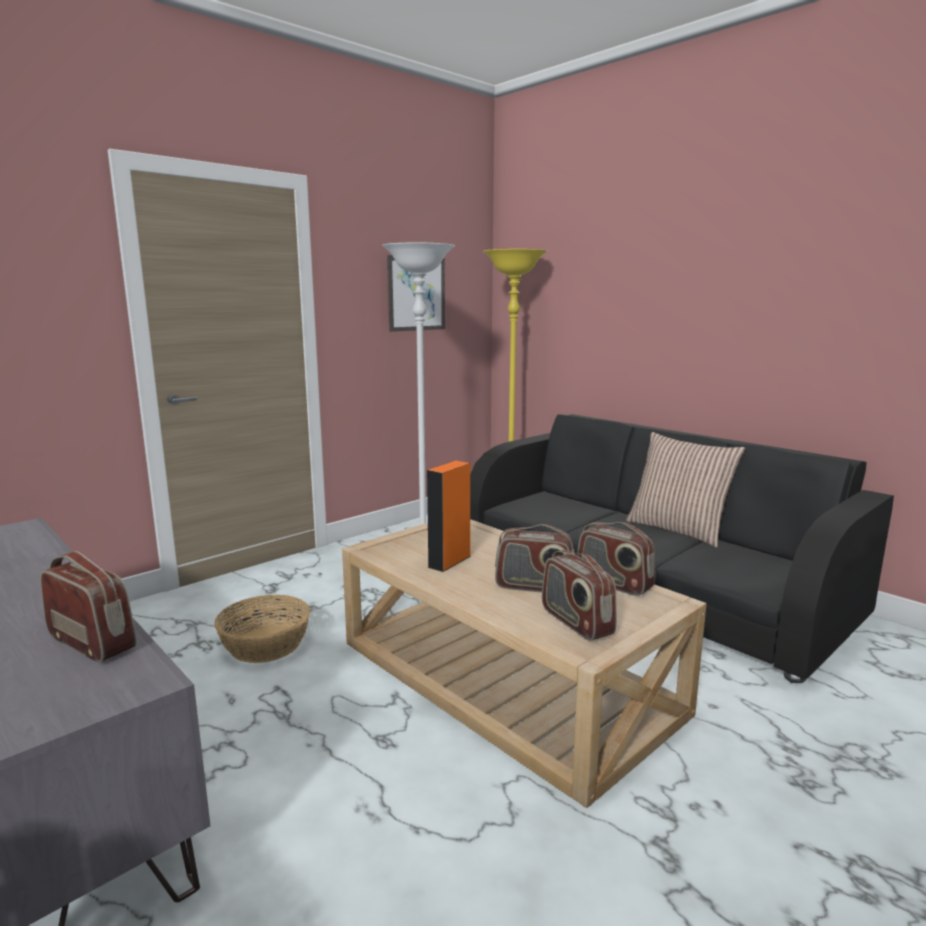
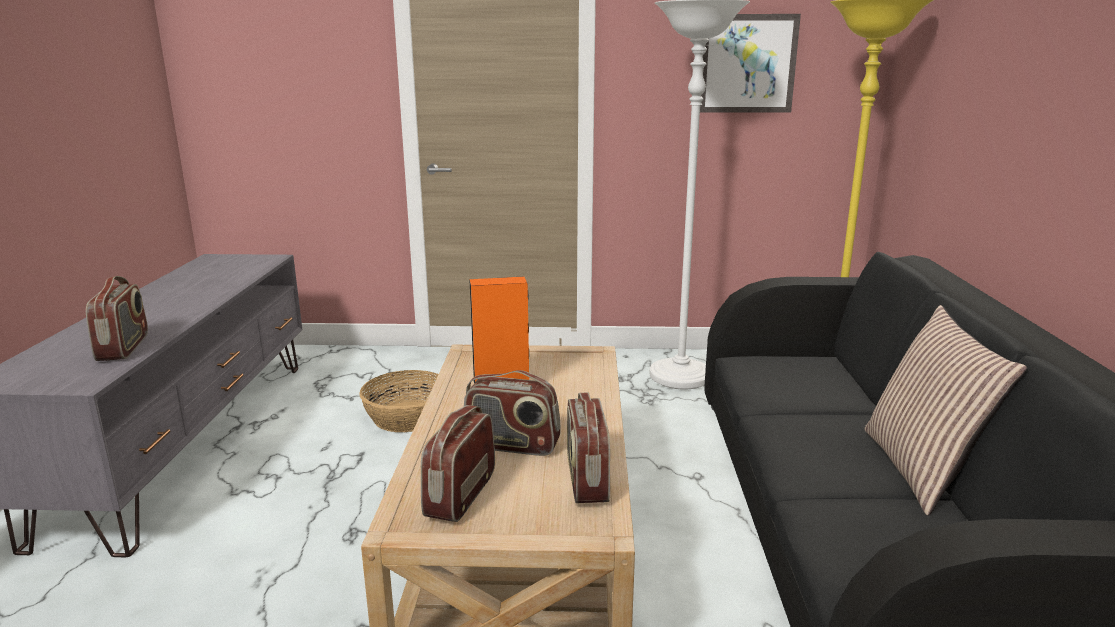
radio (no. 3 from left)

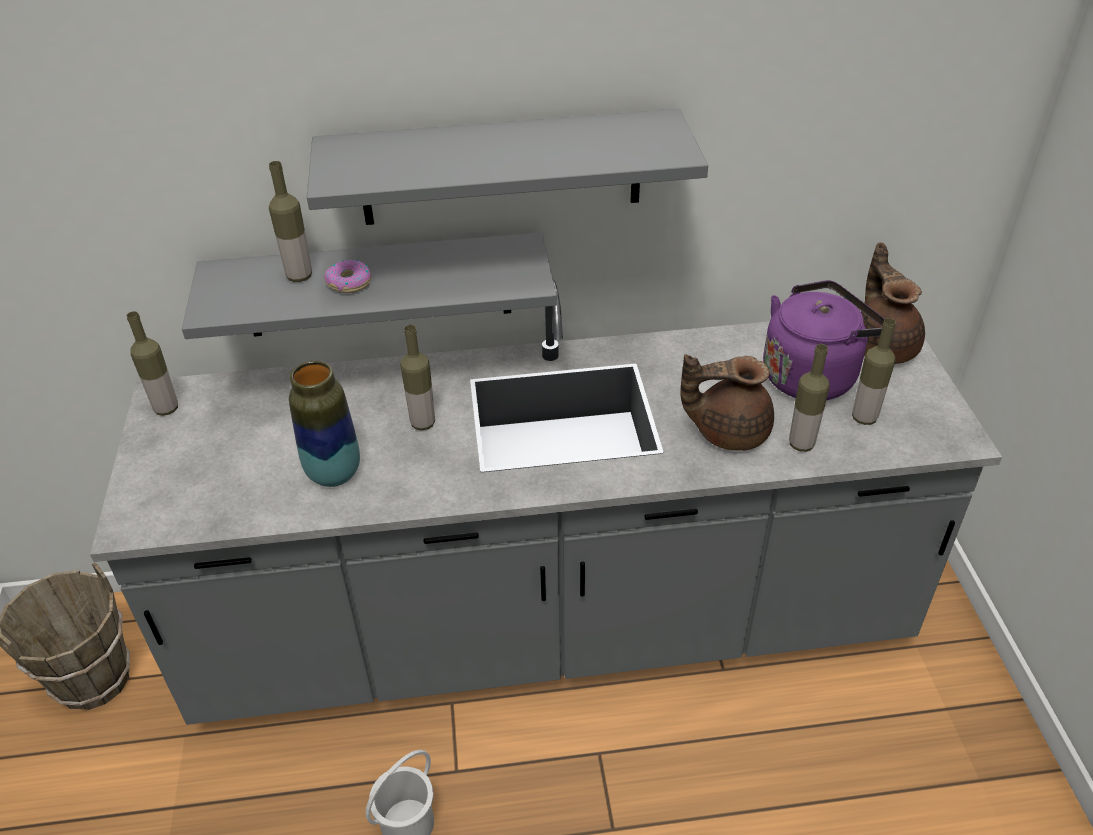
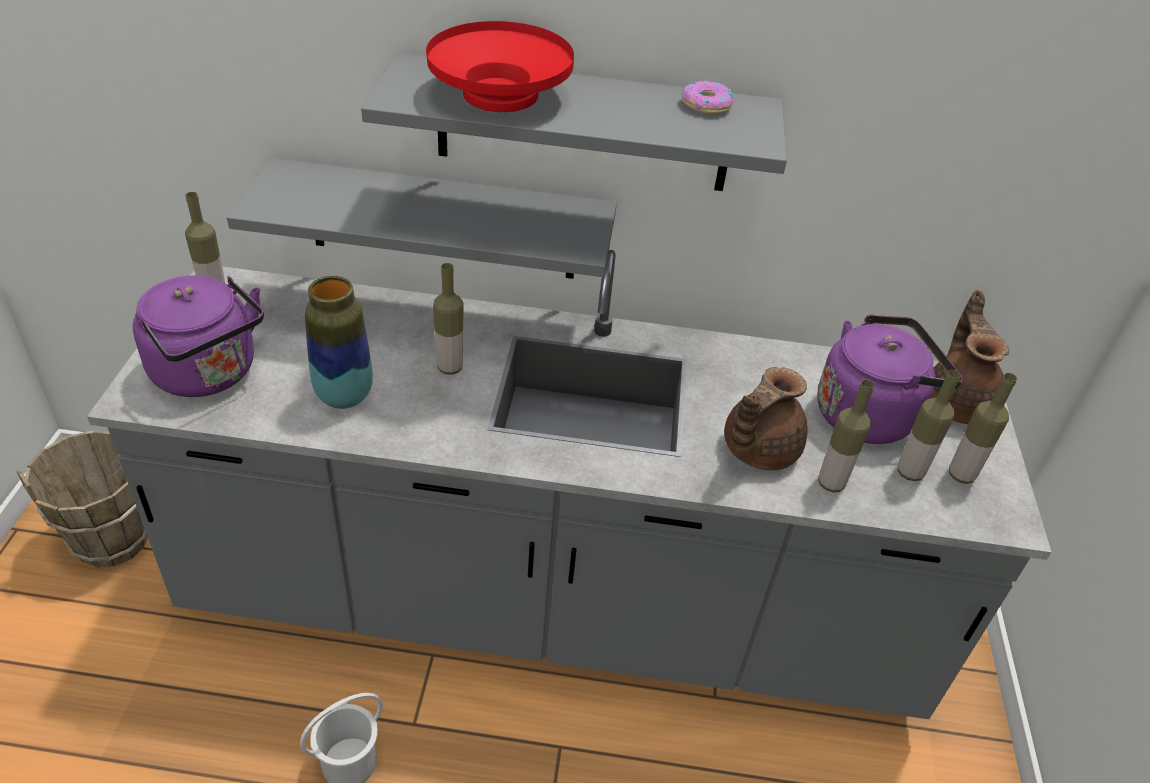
bottle (no. 5 from left)
donut
brown teapot (no. 1 from left)
red bowl
purple kettle (no. 1 from left)

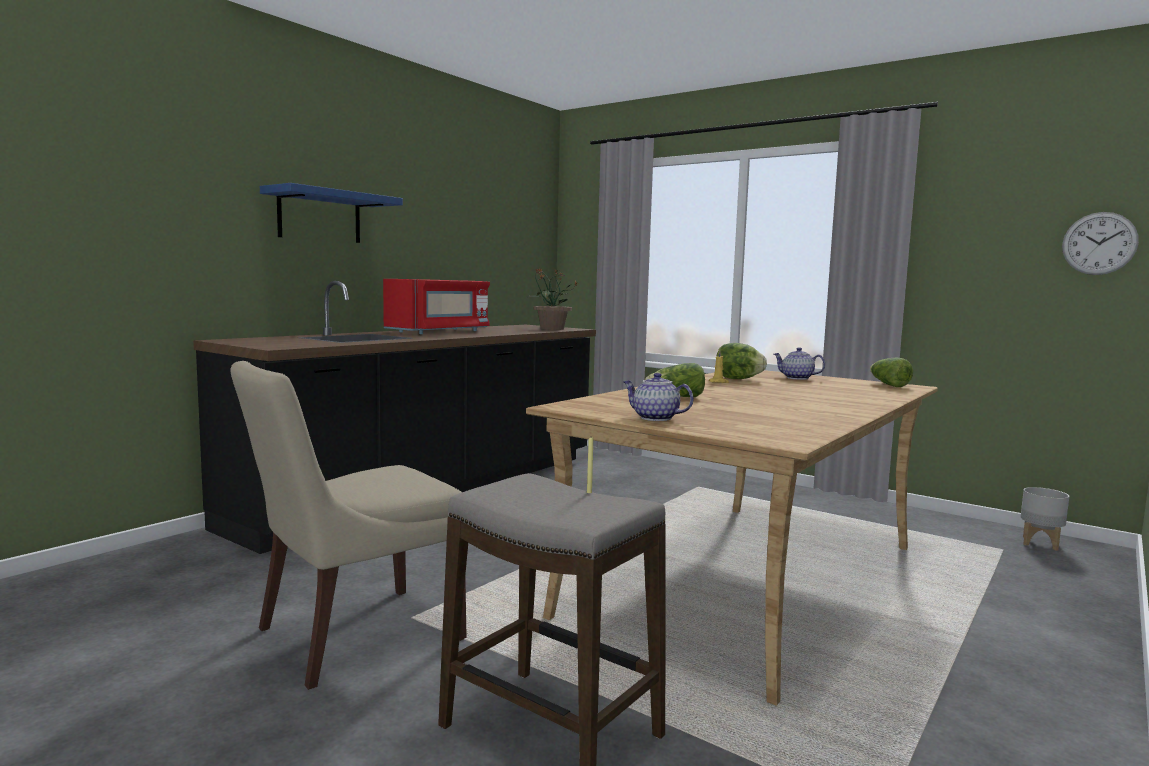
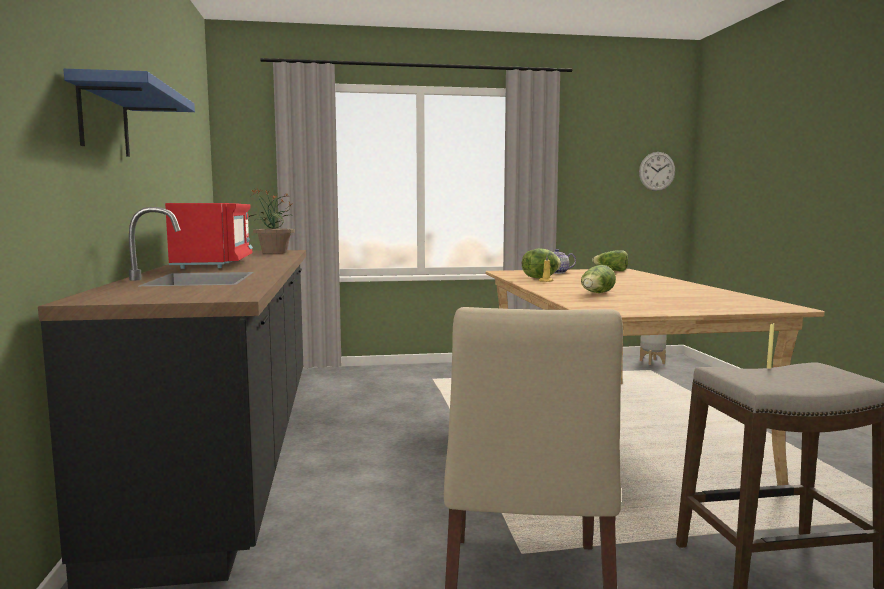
teapot (no. 1 from left in the first image)

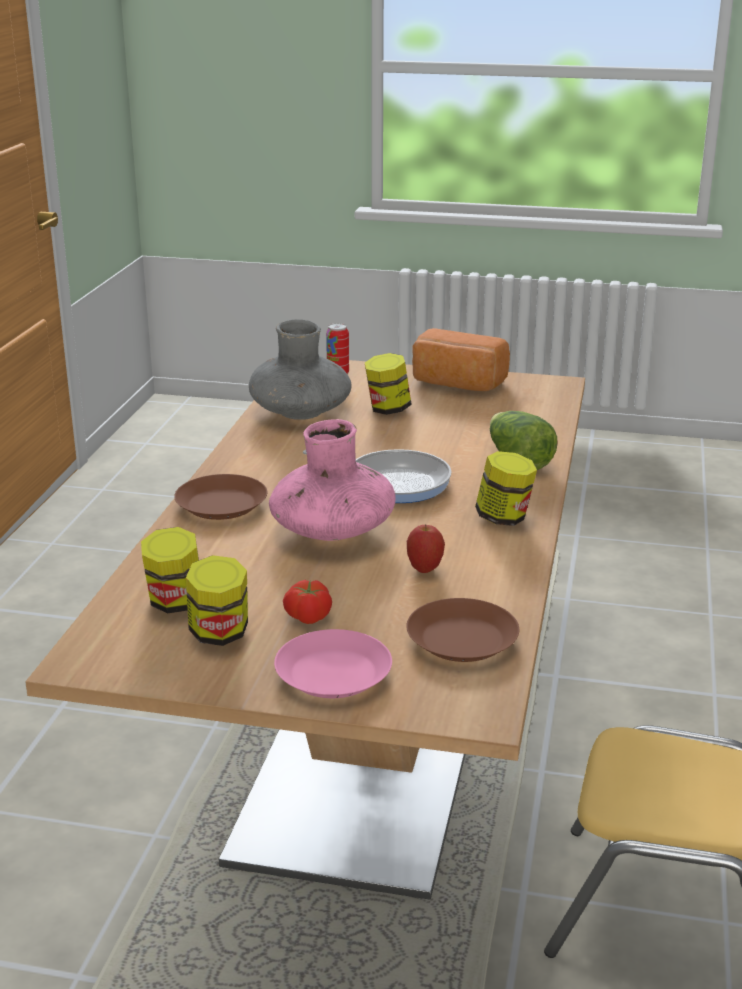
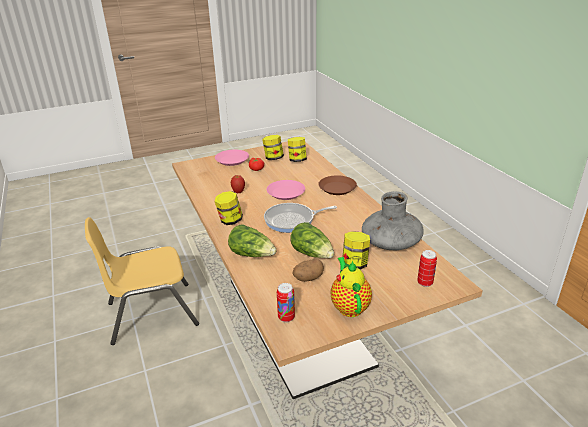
teapot
pink plate (no. 2 from left)
brown plate (no. 2 from left in the first image)
lettuce (no. 2 from left)
potato
can (no. 1 from left)

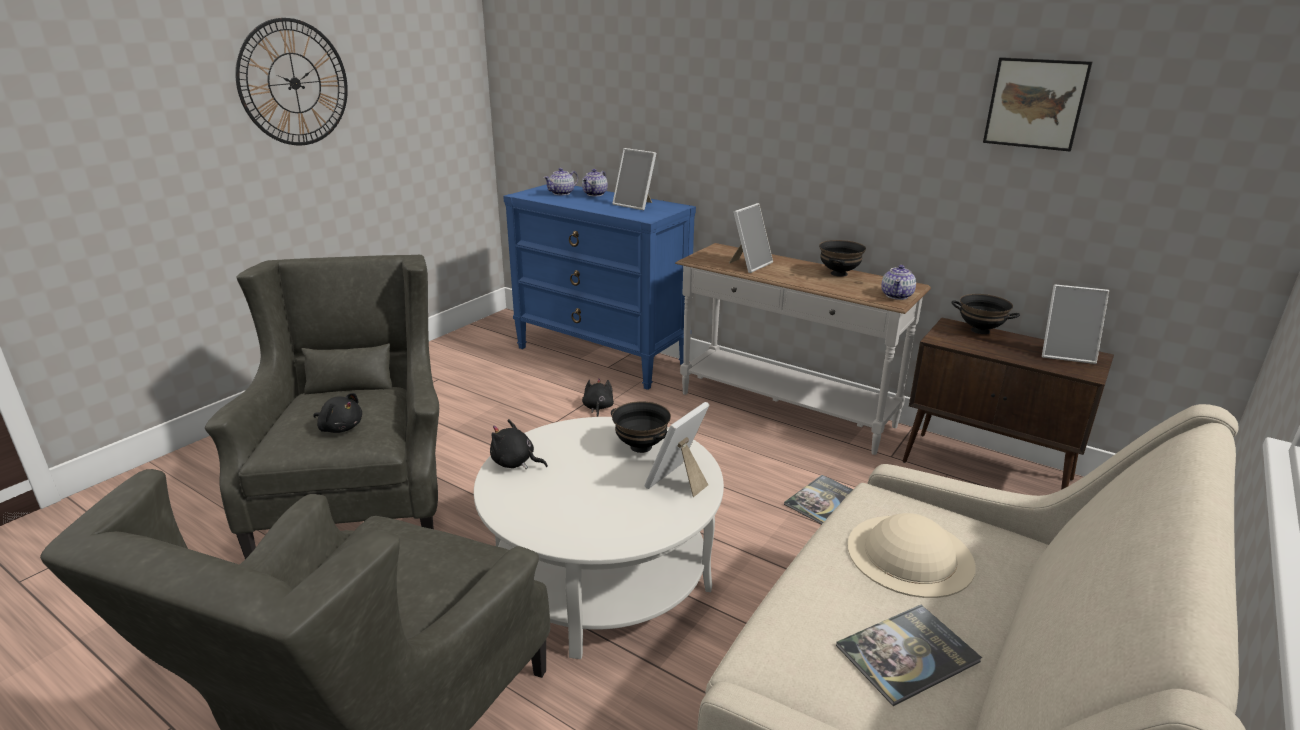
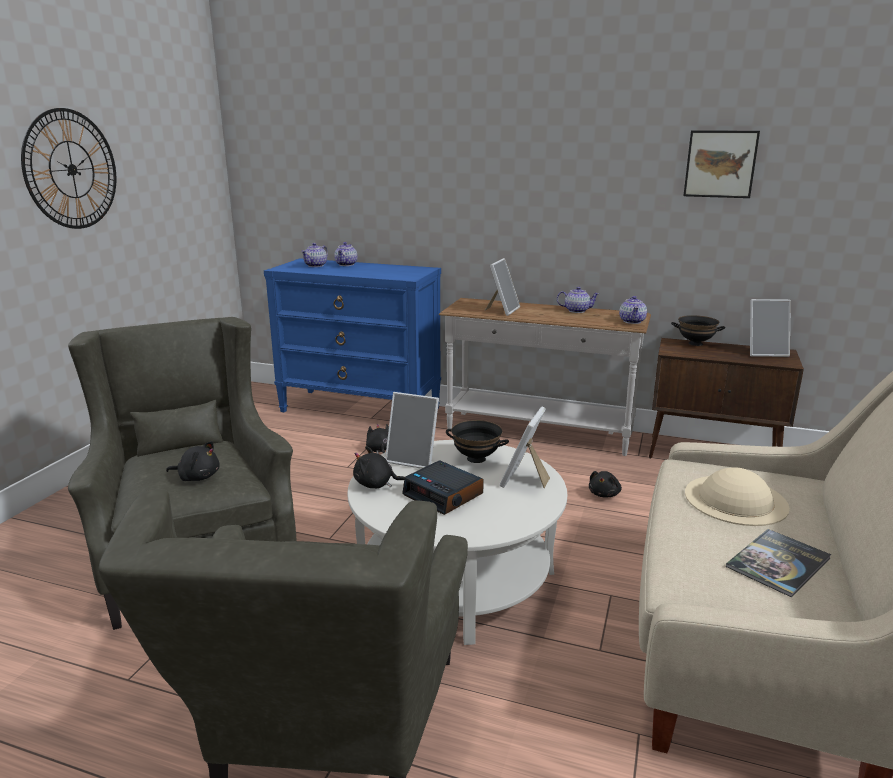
picture frame (no. 1 from left)
teapot (no. 3 from left)
black plush toy (no. 4 from left)
alarm clock

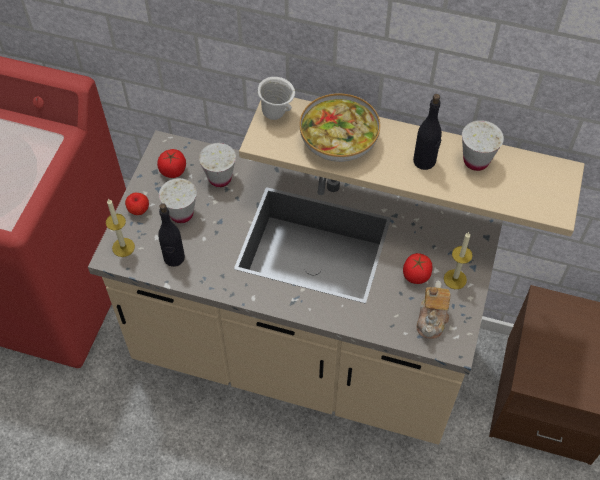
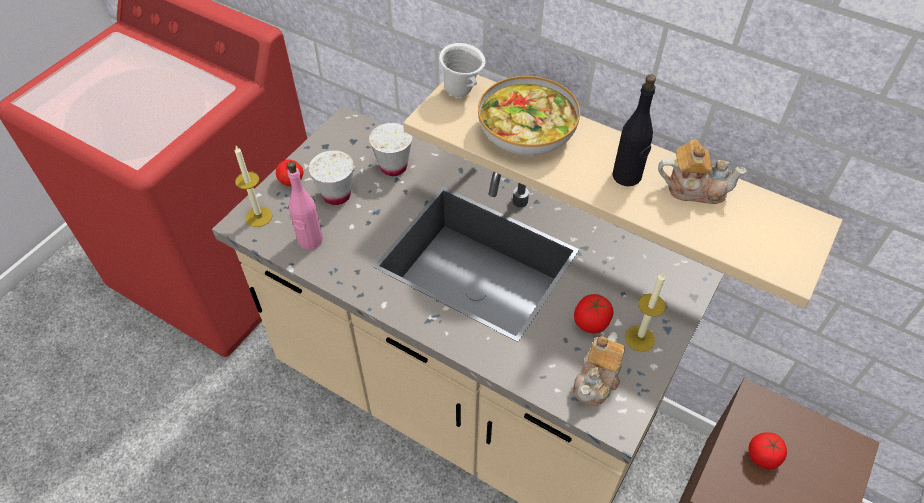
teapot (no. 2 from left)
tomato (no. 2 from left)
pink bottle

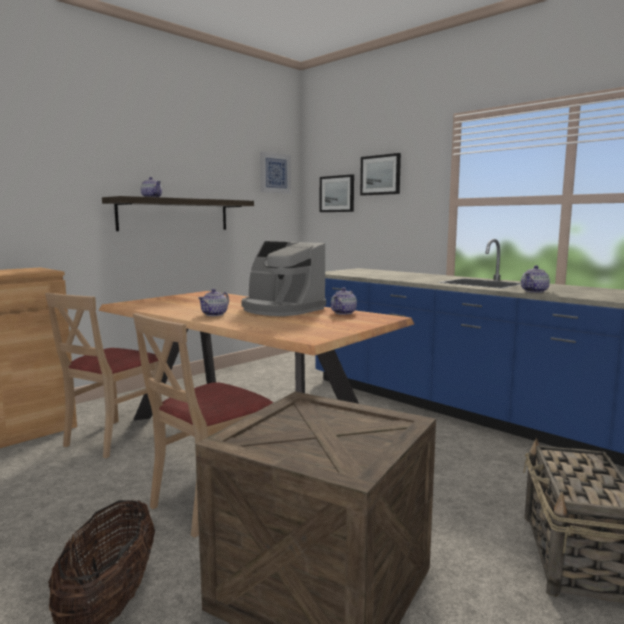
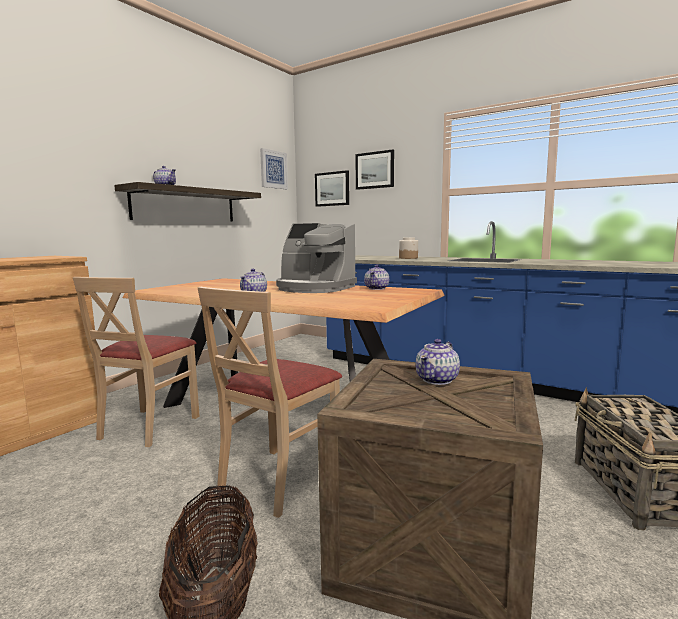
teapot (no. 4 from left)
jar

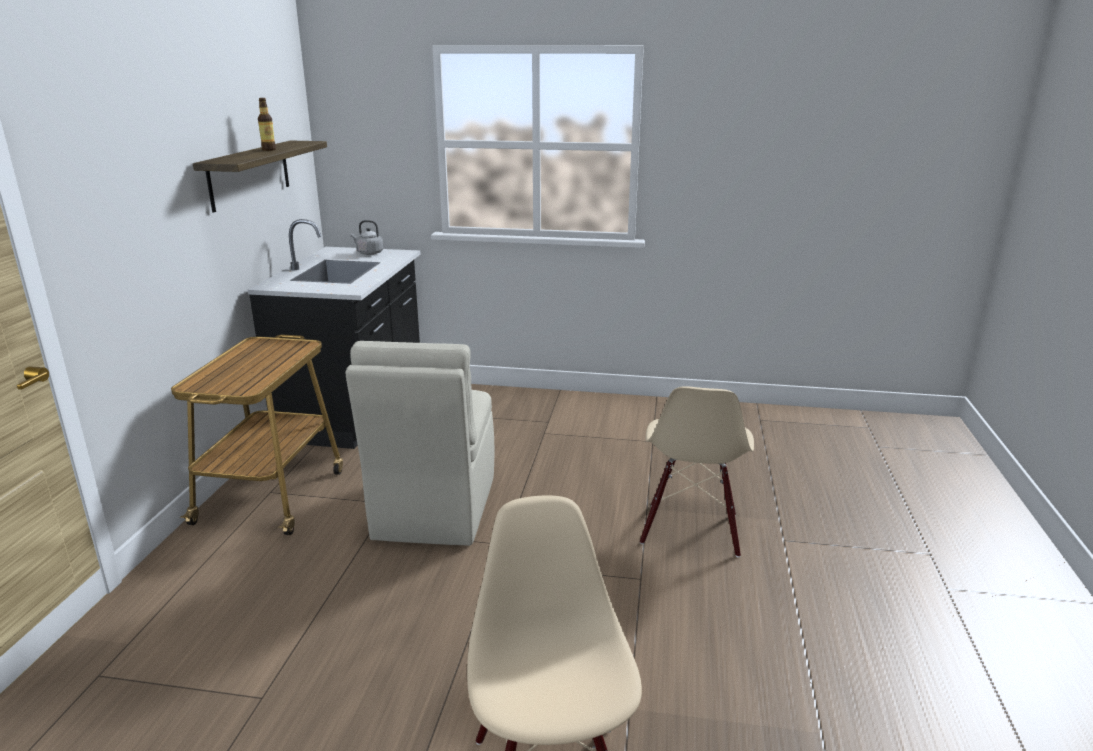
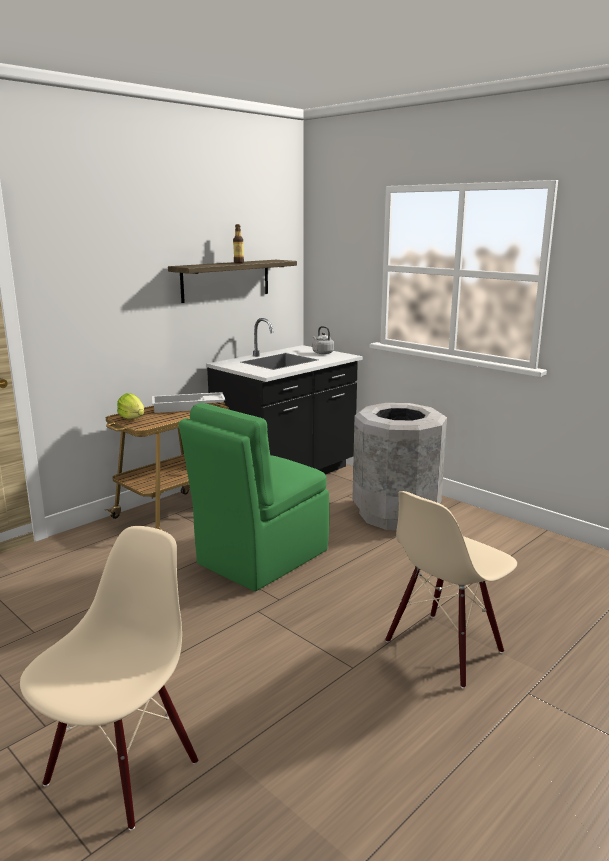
green chair
white tray
lettuce
grey trash can

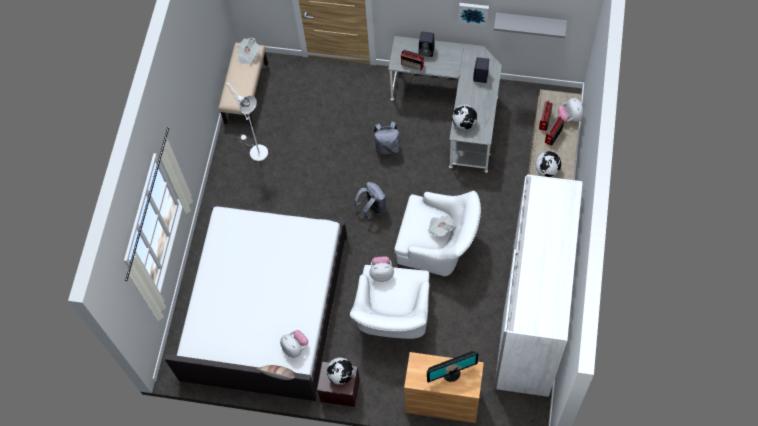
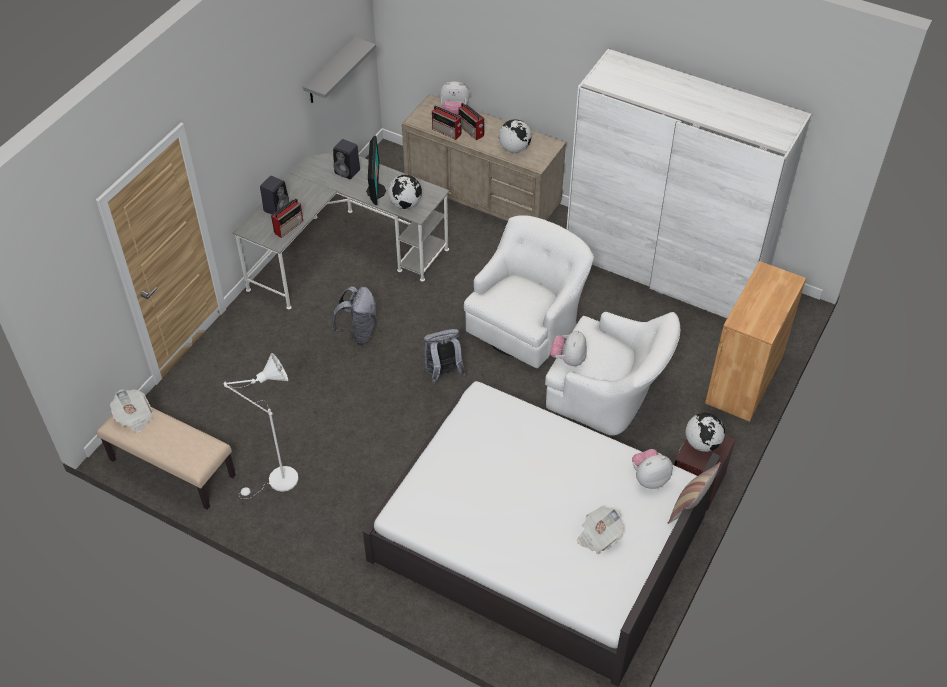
picture
newspaper (no. 2 from left)
monitor

